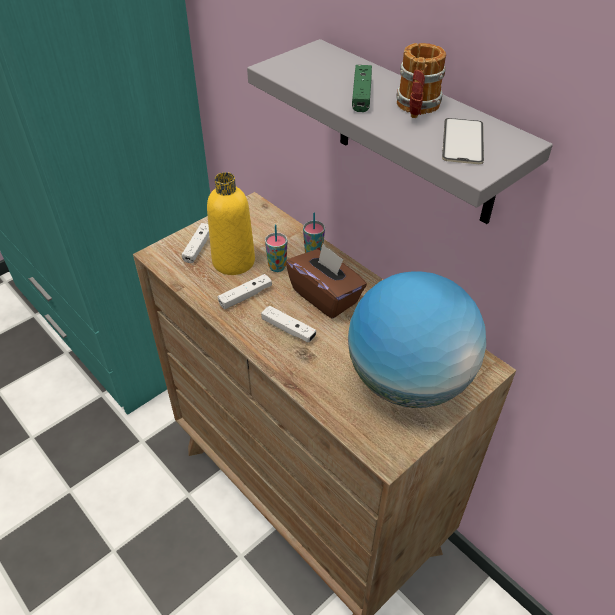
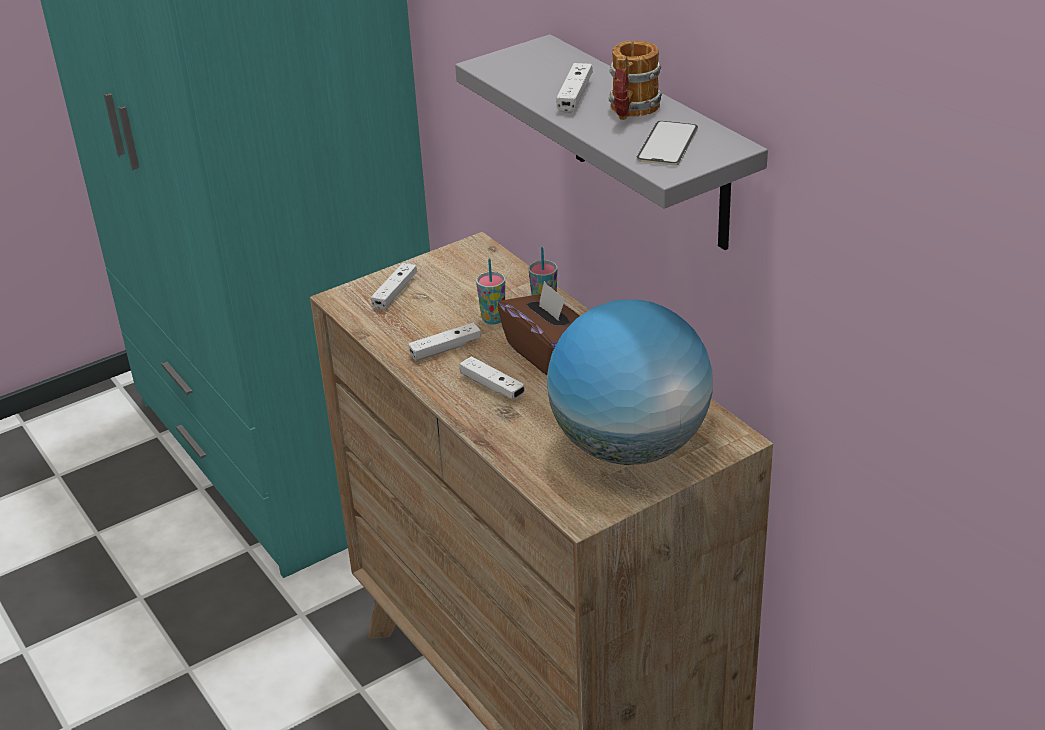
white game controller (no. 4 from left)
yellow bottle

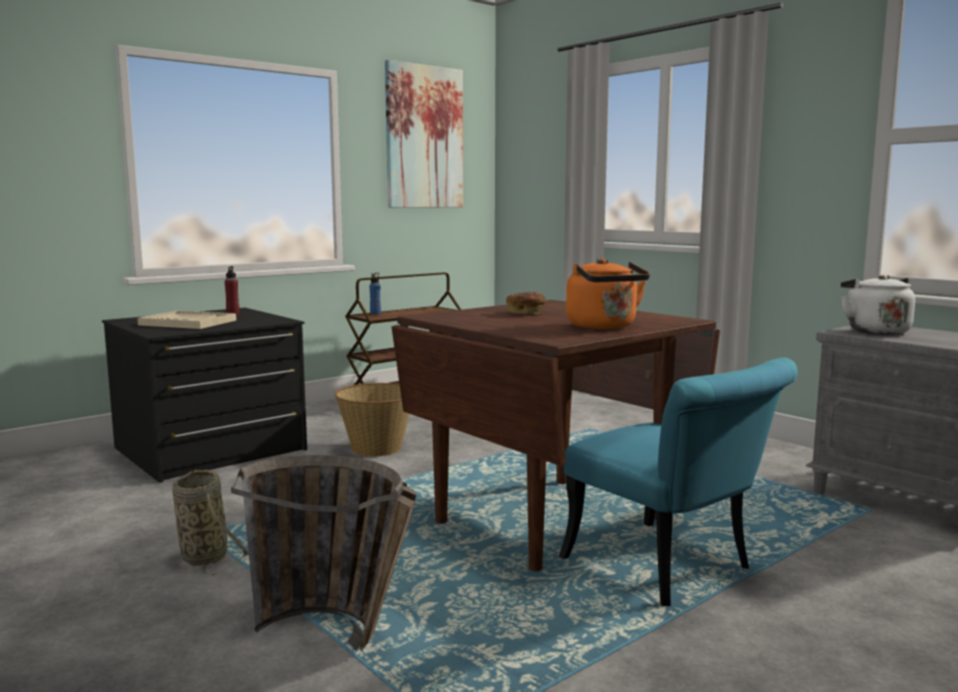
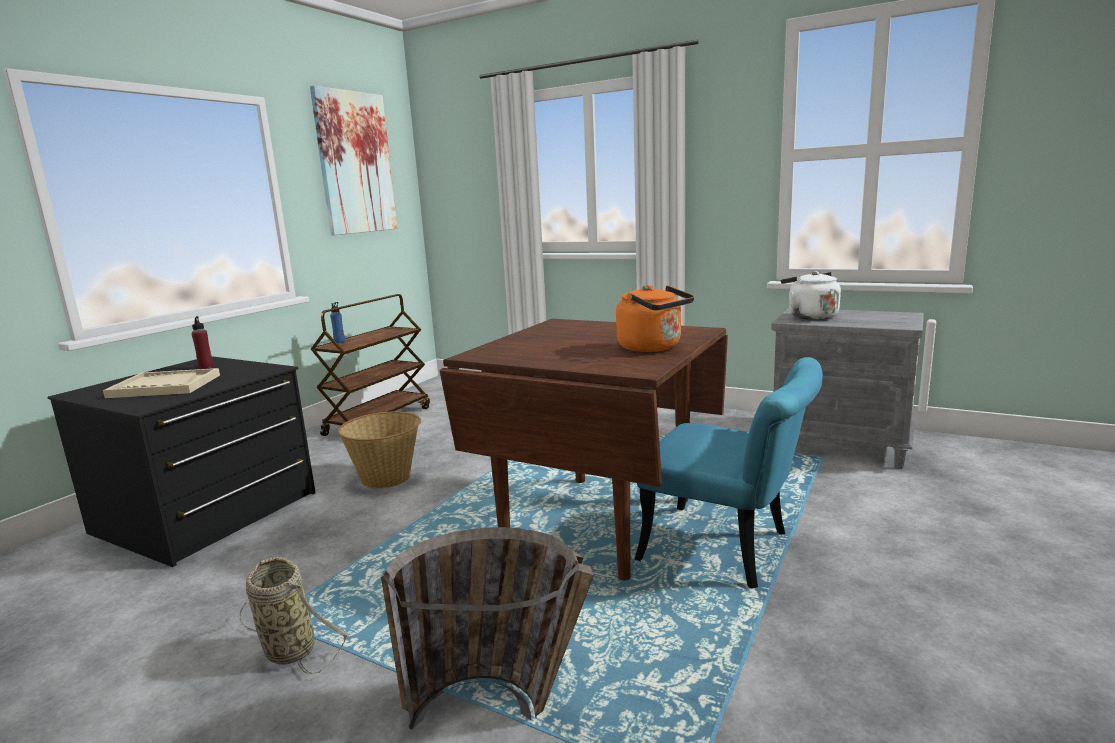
bread

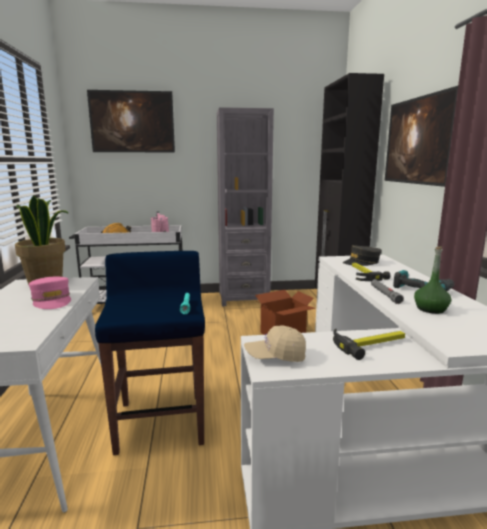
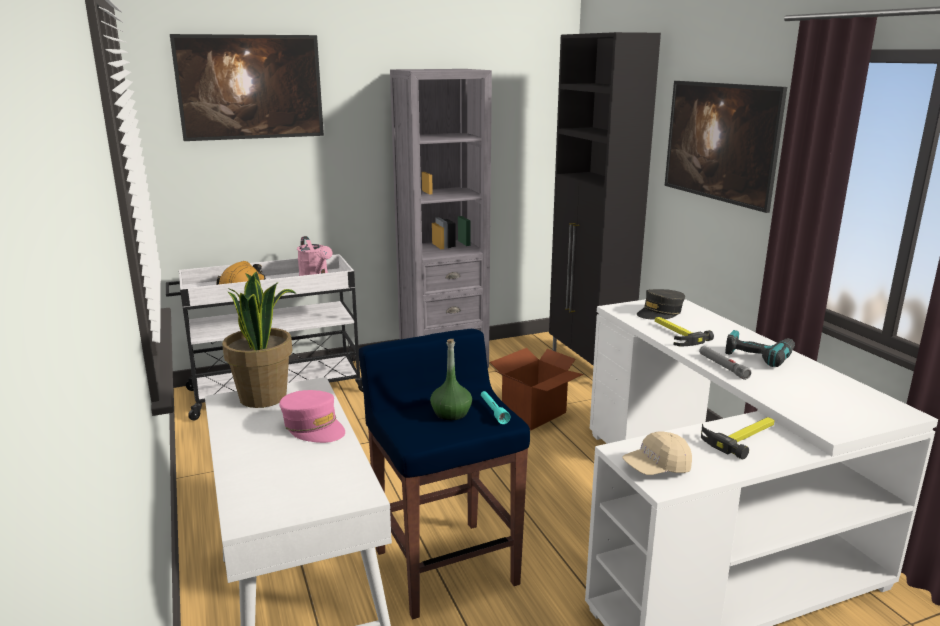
green bottle

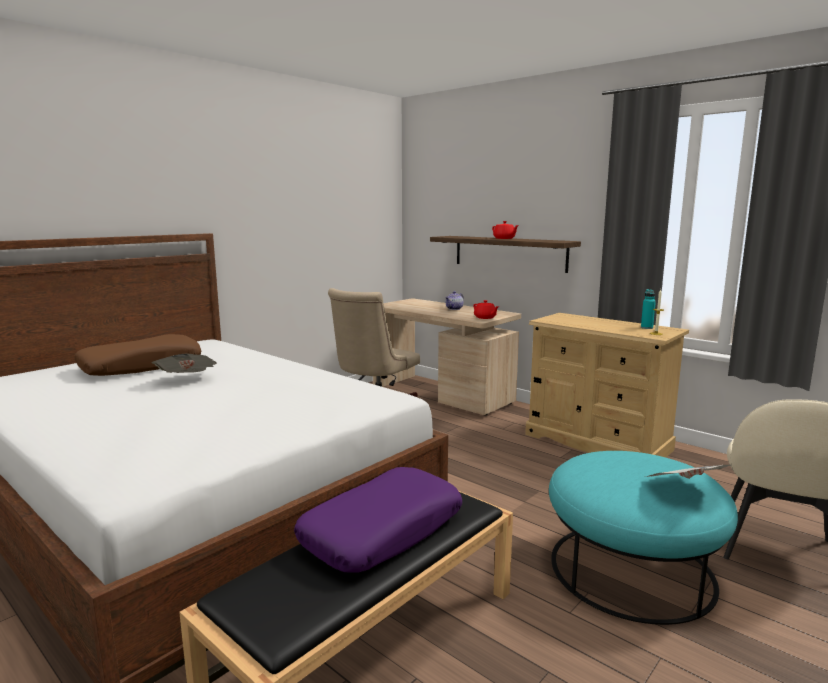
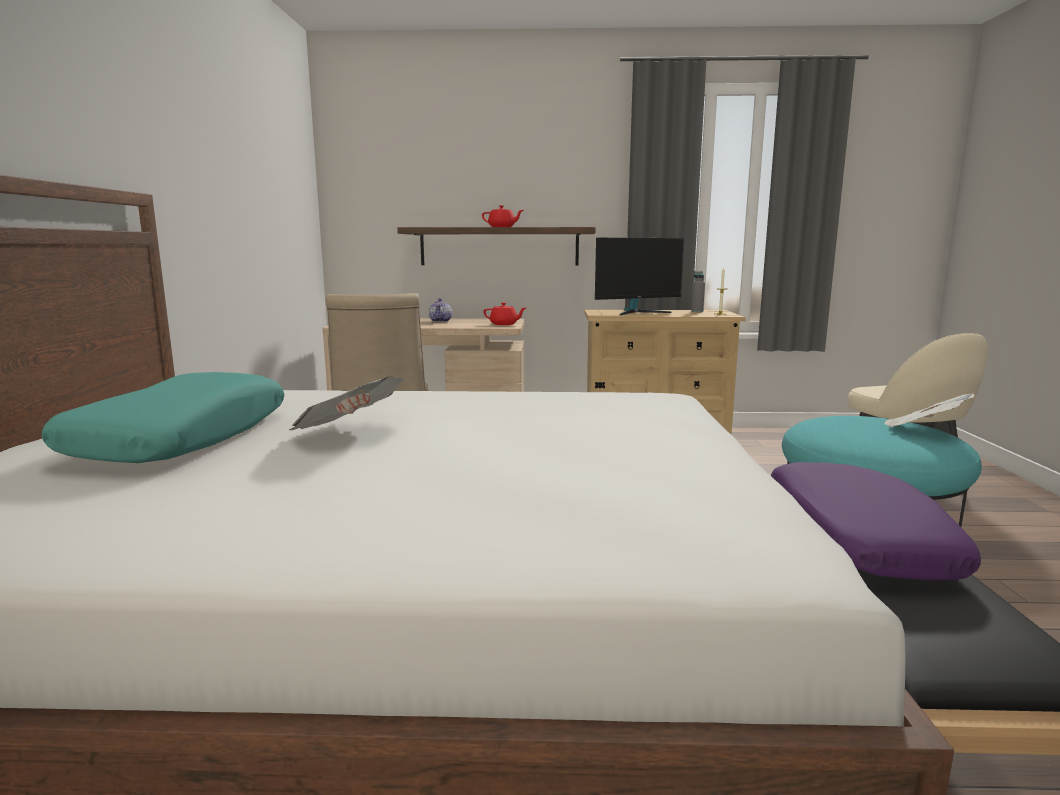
grey bottle
turquoise pillow
monitor

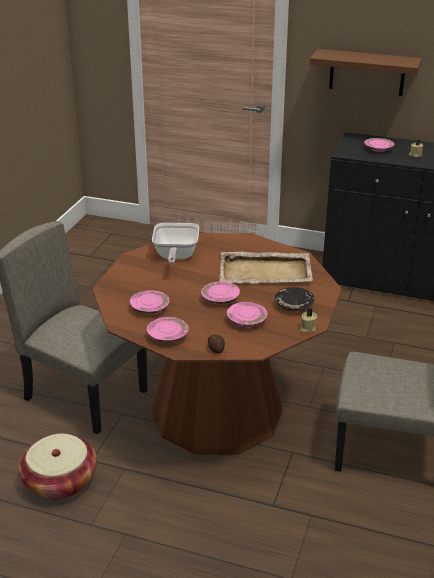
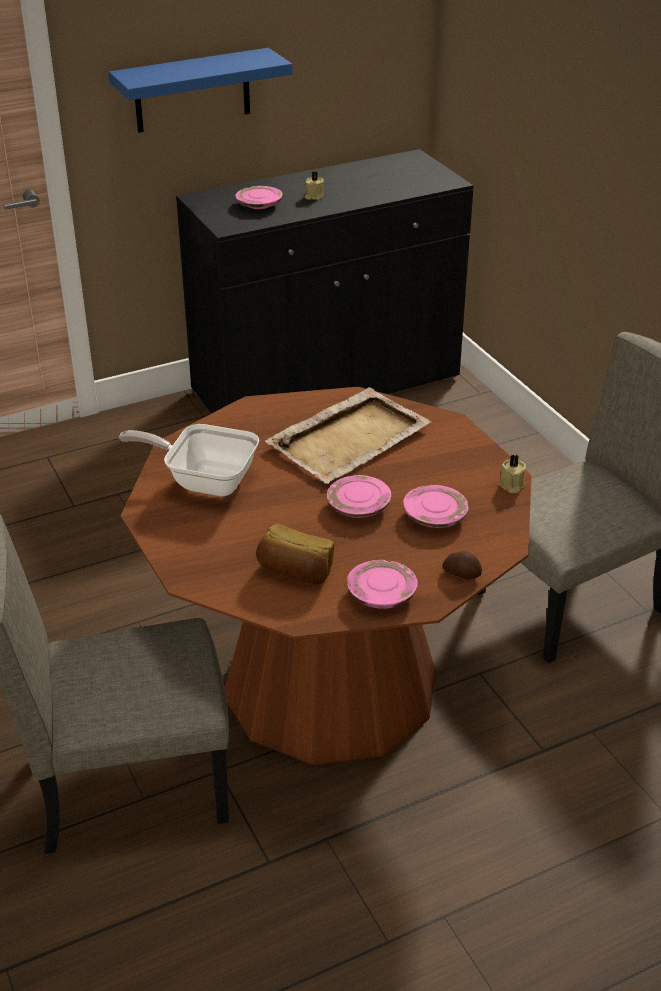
blue shelf
frying pan
black plate
bread
basket

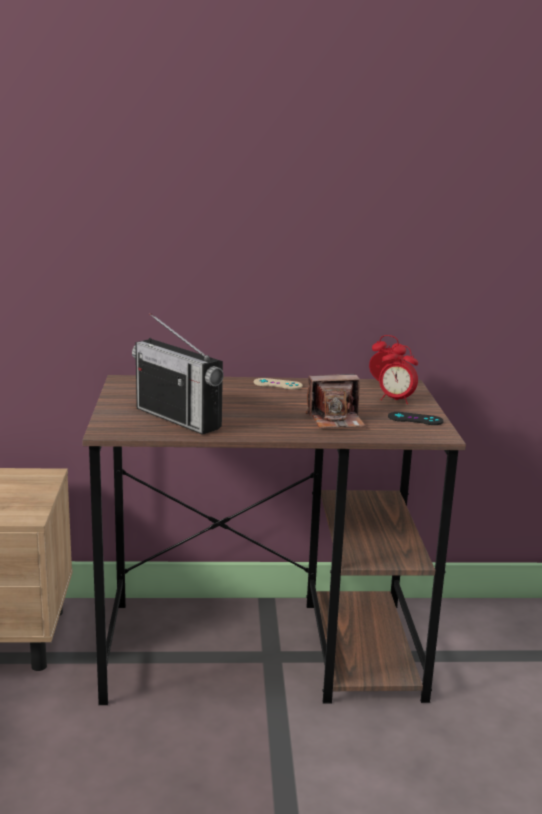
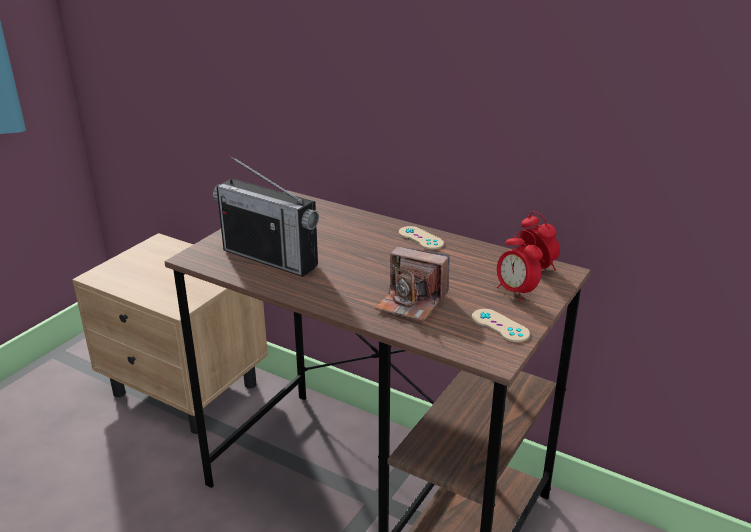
radio
beige game controller (no. 2 from left)

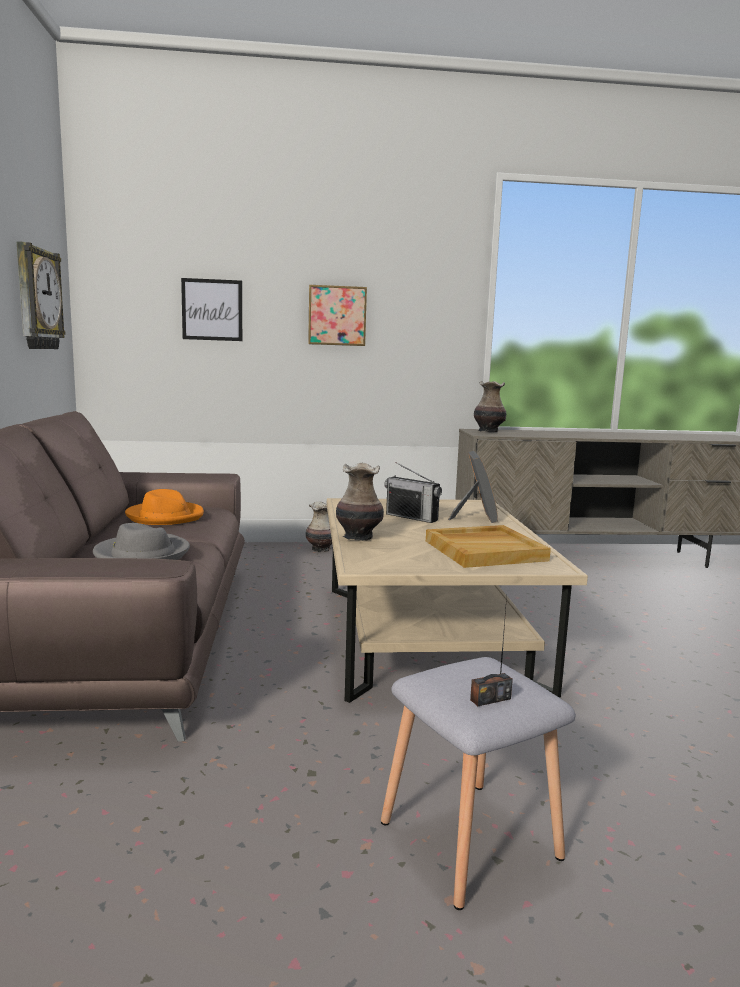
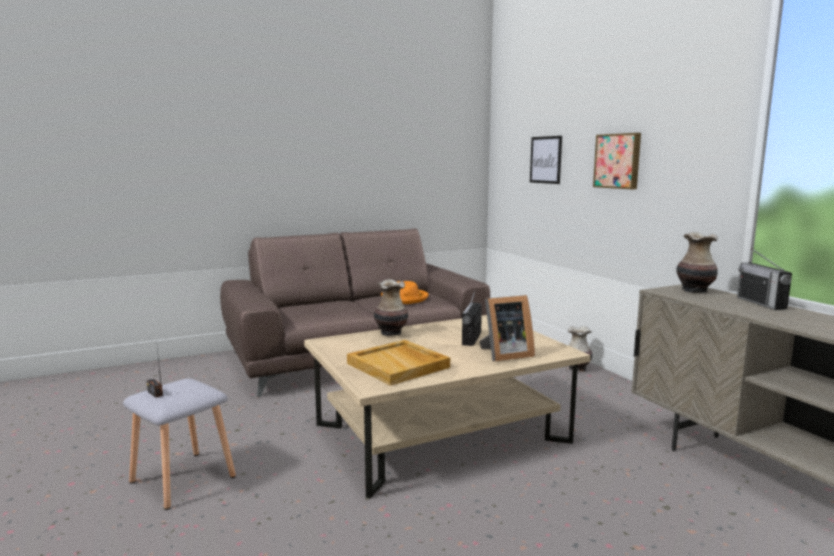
wall clock
grey hat
radio (no. 3 from left)

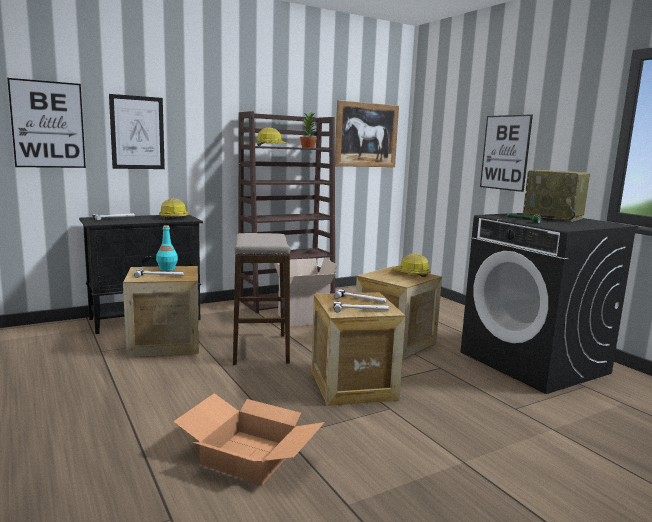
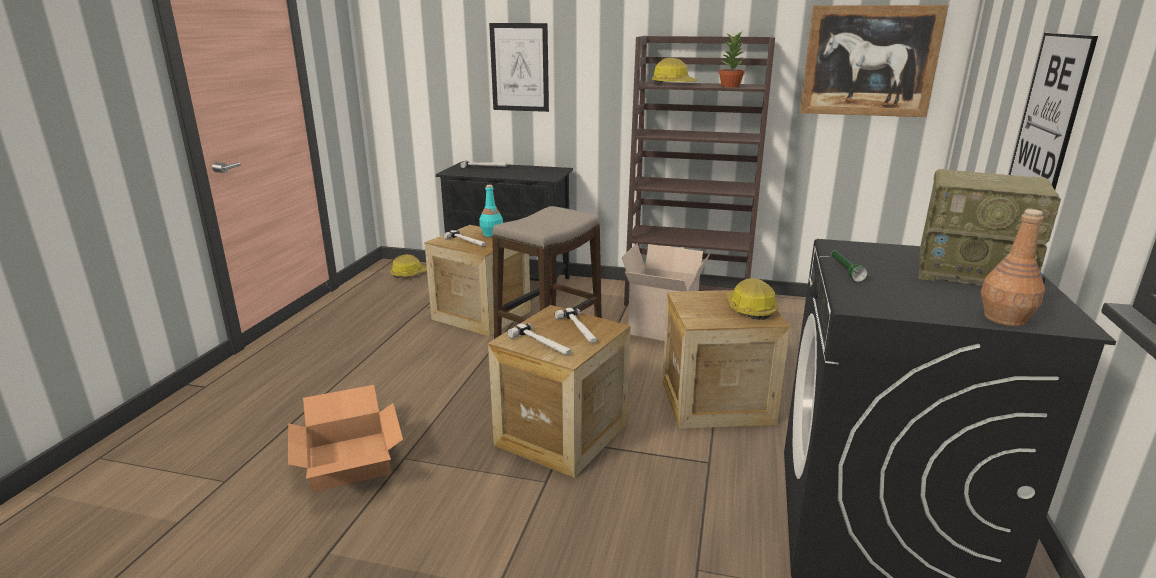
picture (no. 1 from left in the first image)
radio
hard hat (no. 1 from left)
brown bottle

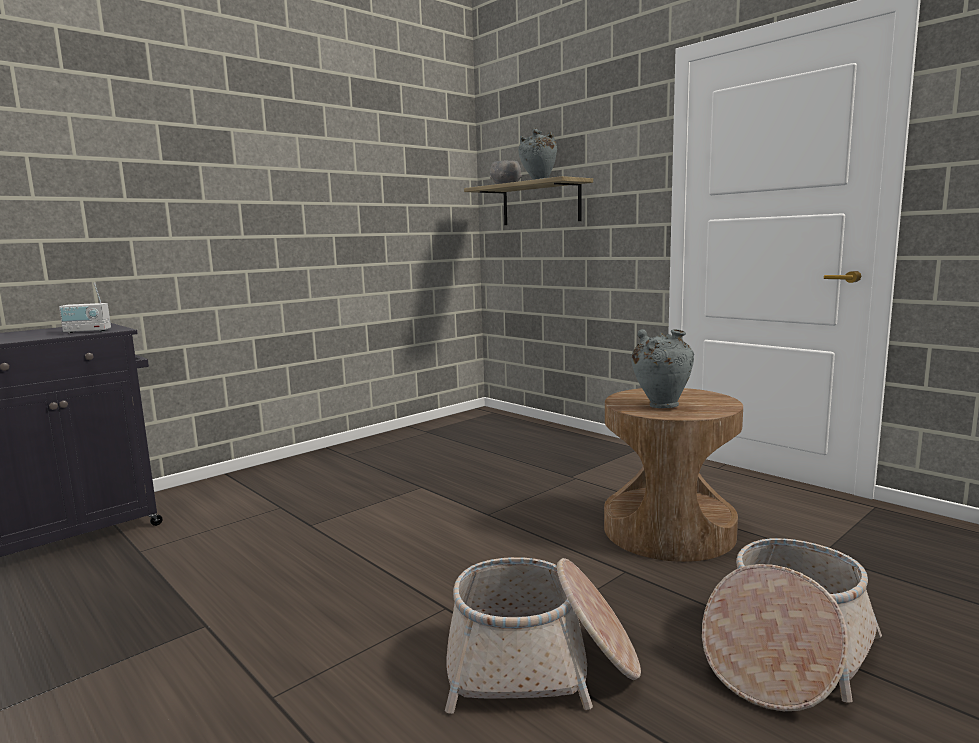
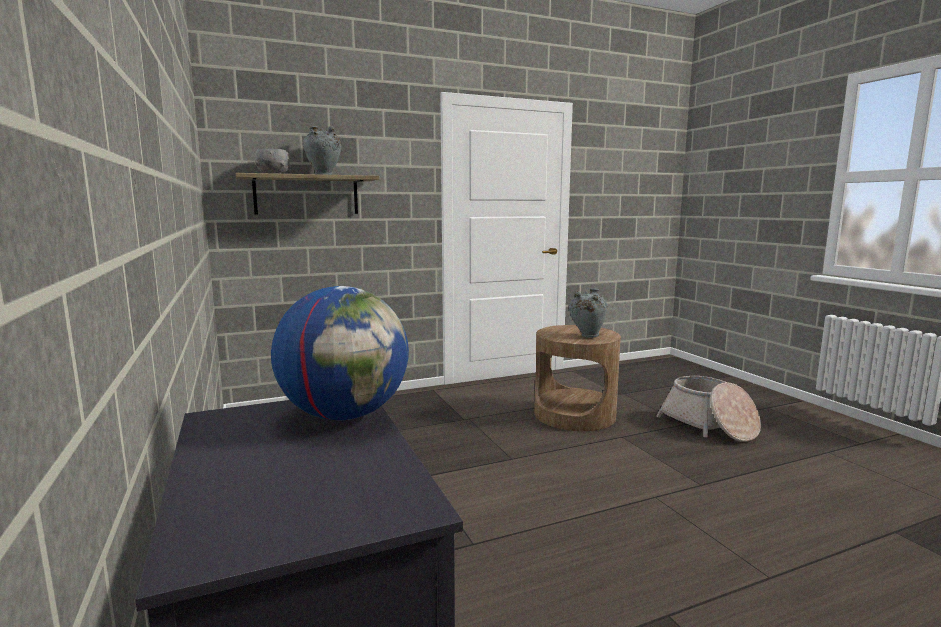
globe
basket (no. 1 from left in the first image)

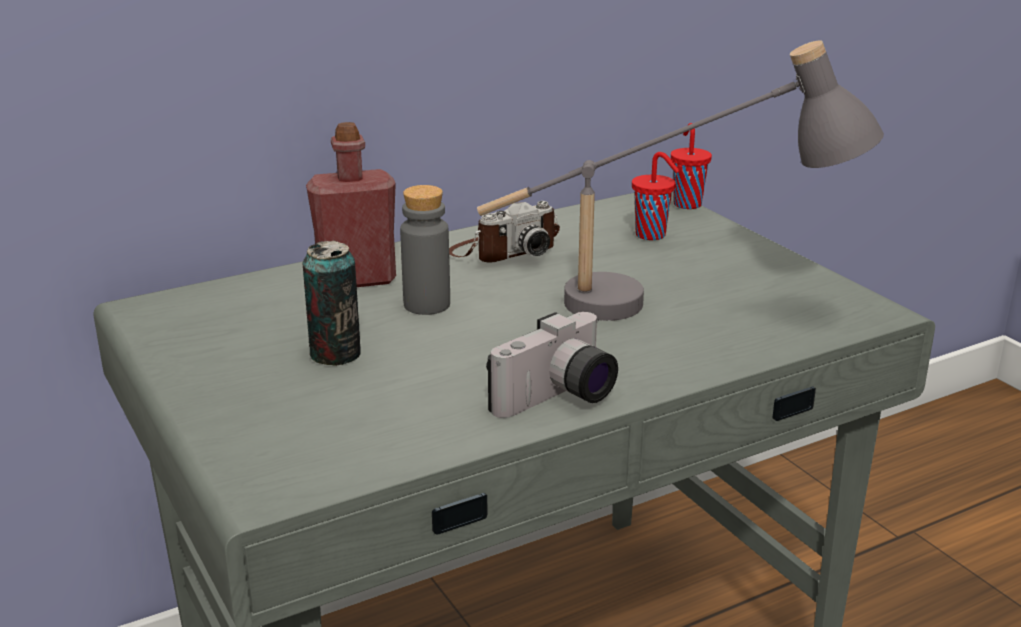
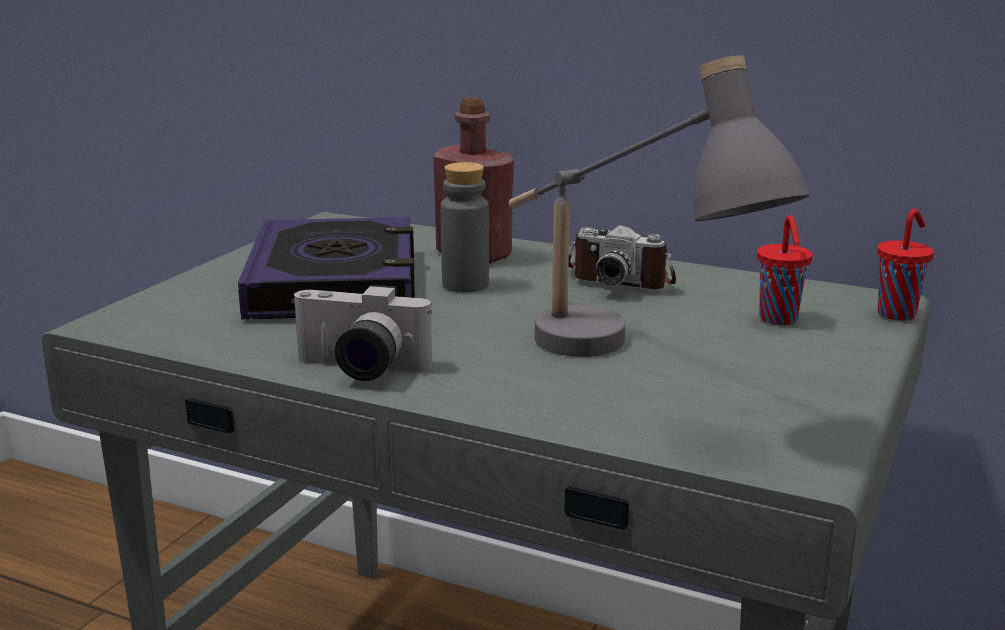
book

